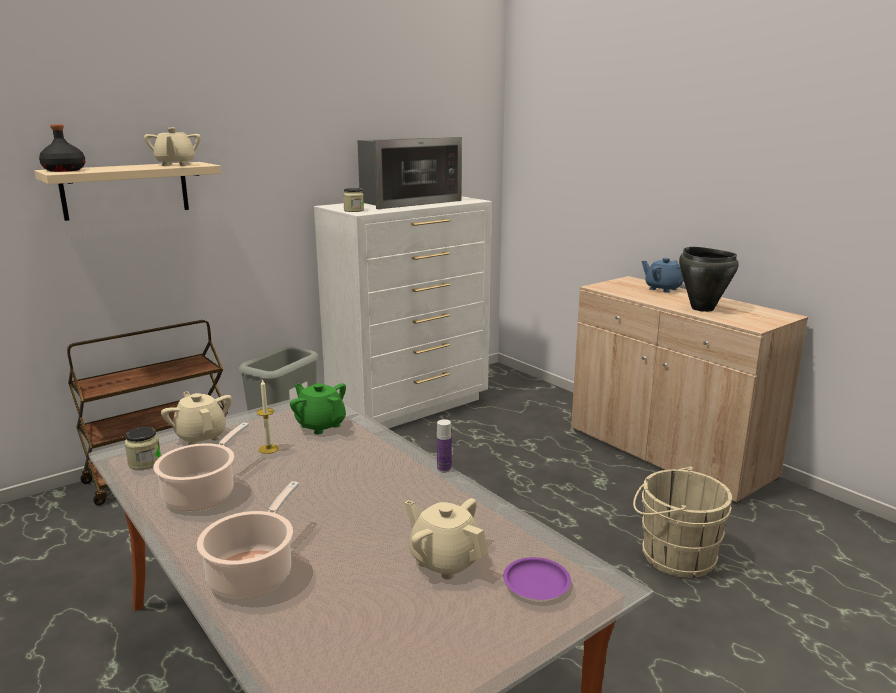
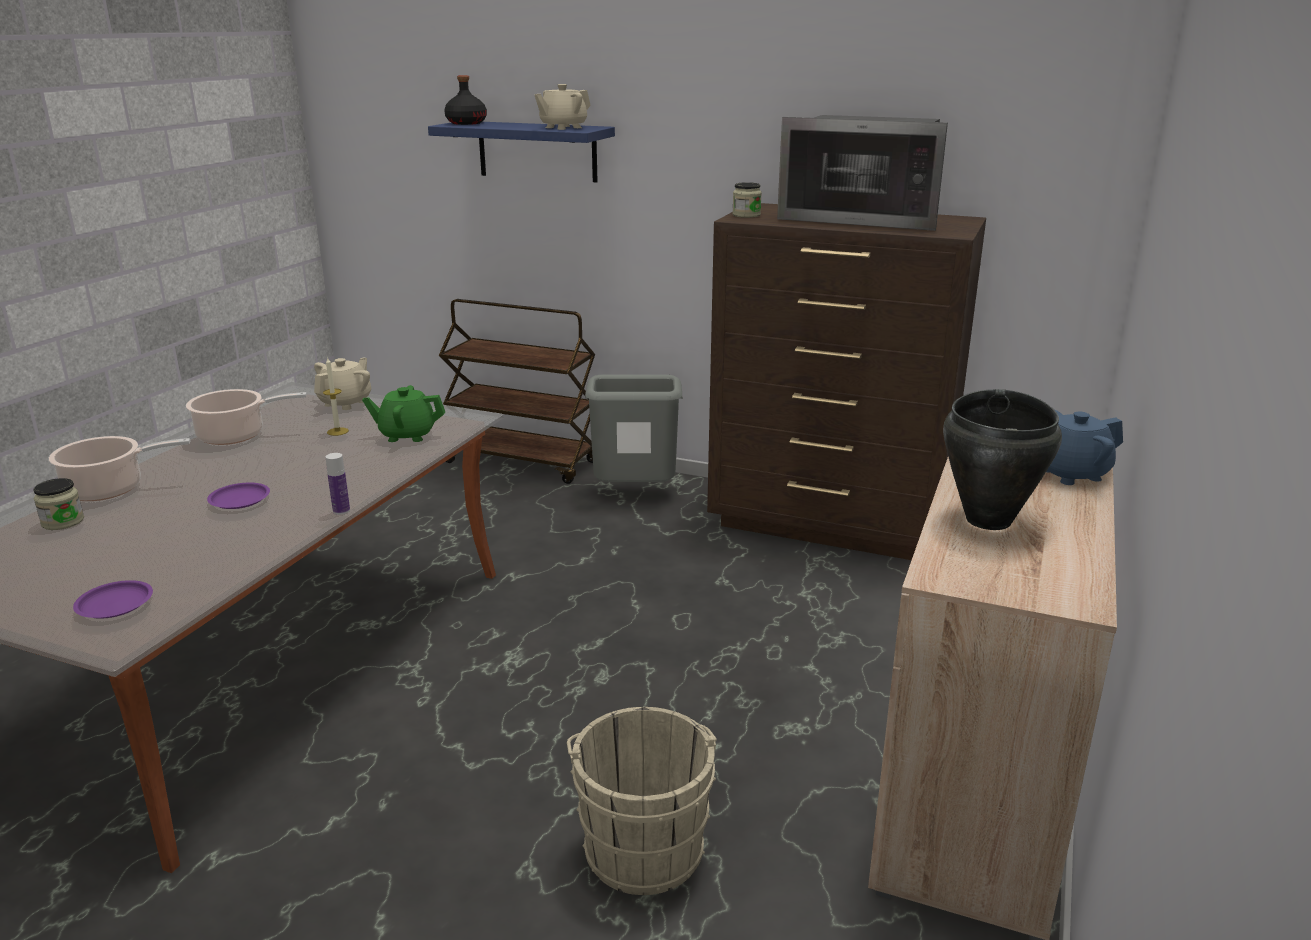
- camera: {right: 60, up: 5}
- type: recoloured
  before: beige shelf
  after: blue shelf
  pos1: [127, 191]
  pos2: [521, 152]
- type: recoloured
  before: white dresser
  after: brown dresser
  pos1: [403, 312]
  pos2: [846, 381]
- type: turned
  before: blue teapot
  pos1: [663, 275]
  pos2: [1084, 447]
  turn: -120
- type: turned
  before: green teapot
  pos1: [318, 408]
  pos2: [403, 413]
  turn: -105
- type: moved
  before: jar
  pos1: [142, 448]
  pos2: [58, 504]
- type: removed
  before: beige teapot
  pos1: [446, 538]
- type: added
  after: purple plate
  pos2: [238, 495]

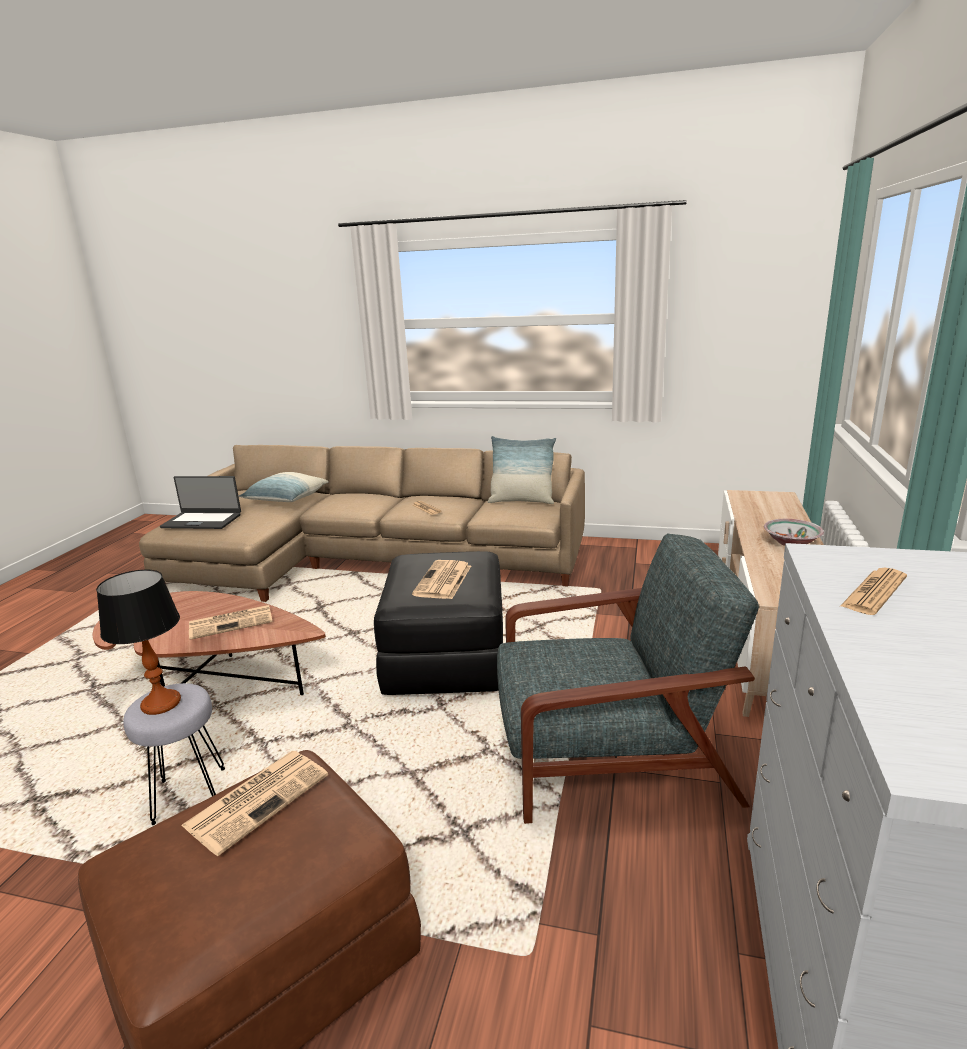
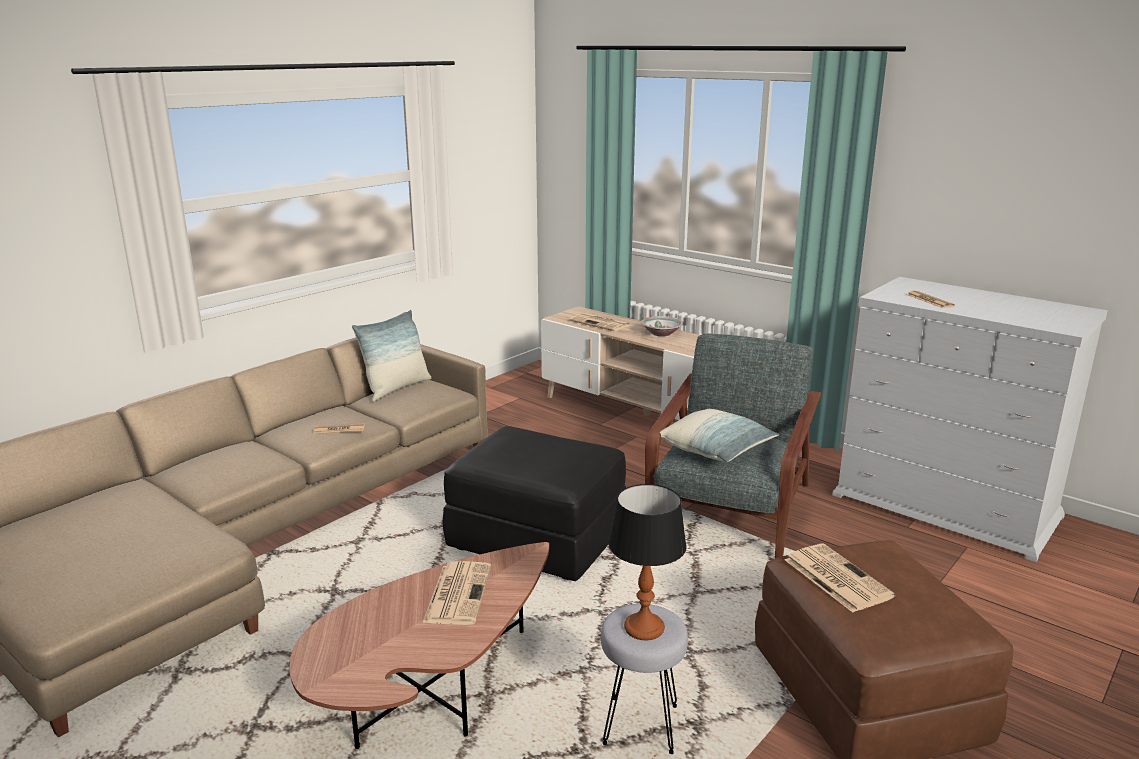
- camera: {right: -65, up: 0}
- type: moved
  before: pillow
  pos1: [284, 487]
  pos2: [719, 435]
- type: removed
  before: laptop
  pos1: [200, 502]
- type: moved
  before: newspaper
  pos1: [441, 579]
  pos2: [600, 322]

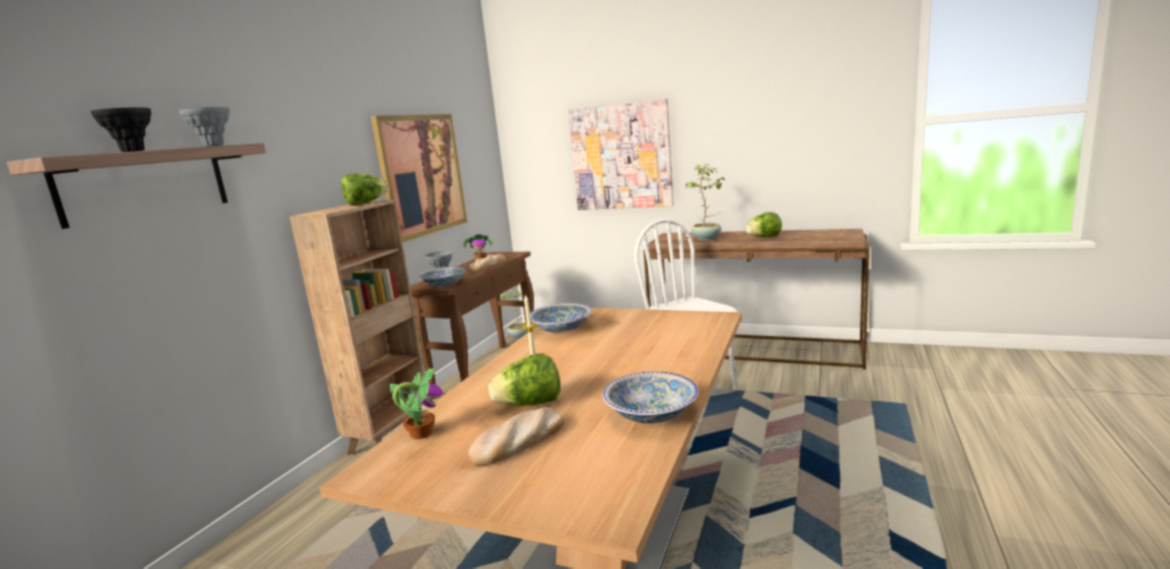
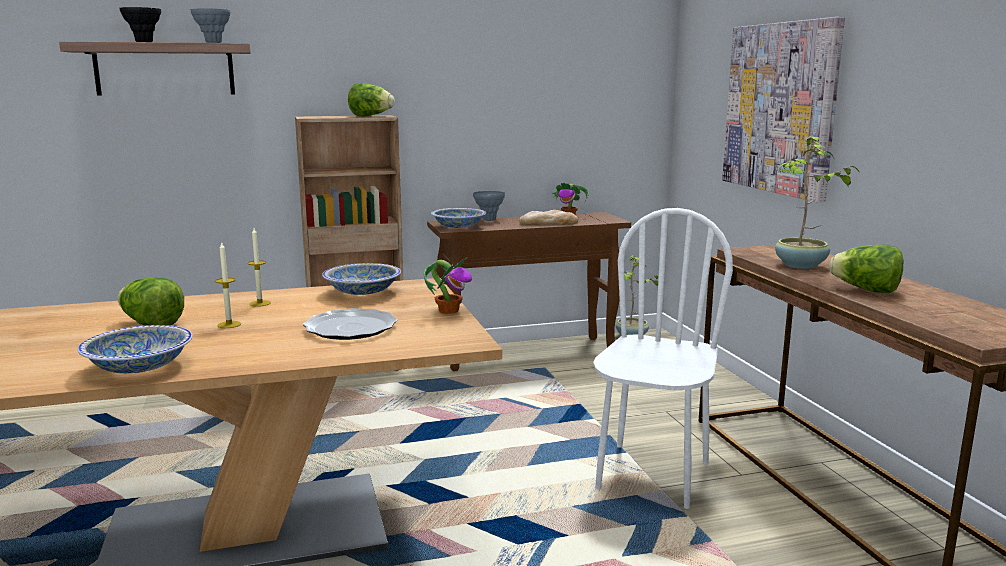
- camera: {right: 50, up: 0}
- type: removed
  before: picture
  pos1: [419, 178]
- type: moved
  before: potted plant
  pos1: [416, 403]
  pos2: [448, 285]
- type: removed
  before: bread
  pos1: [516, 436]
- type: added
  after: candle
  pos2: [228, 284]
- type: added
  after: plate
  pos2: [350, 324]

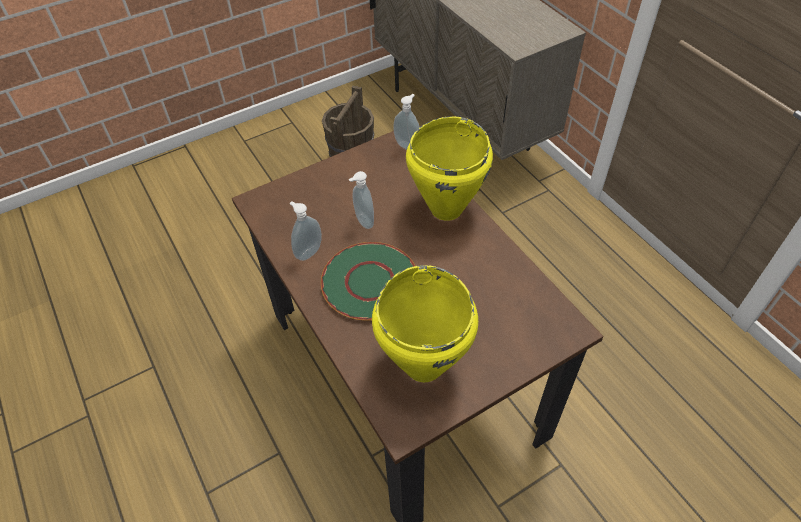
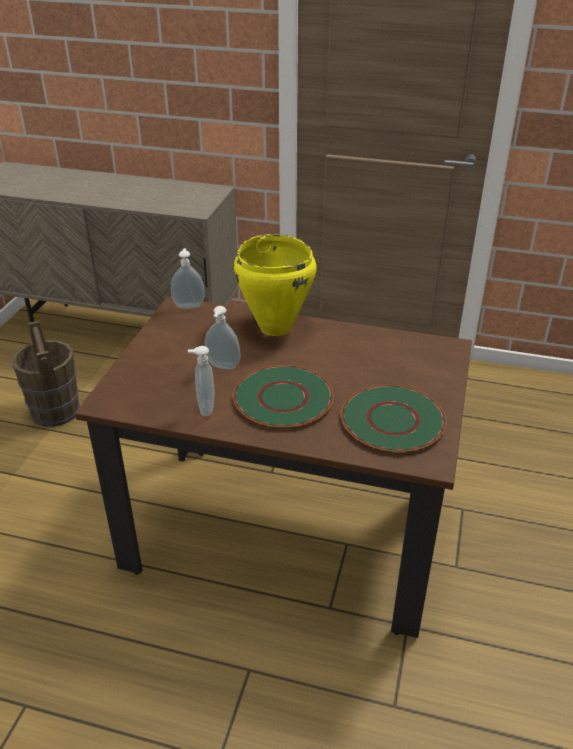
- camera: {right: -45, up: -15}
- type: replaced
  before: yellow cooking pot
  after: green plate
  pos1: [425, 323]
  pos2: [393, 418]

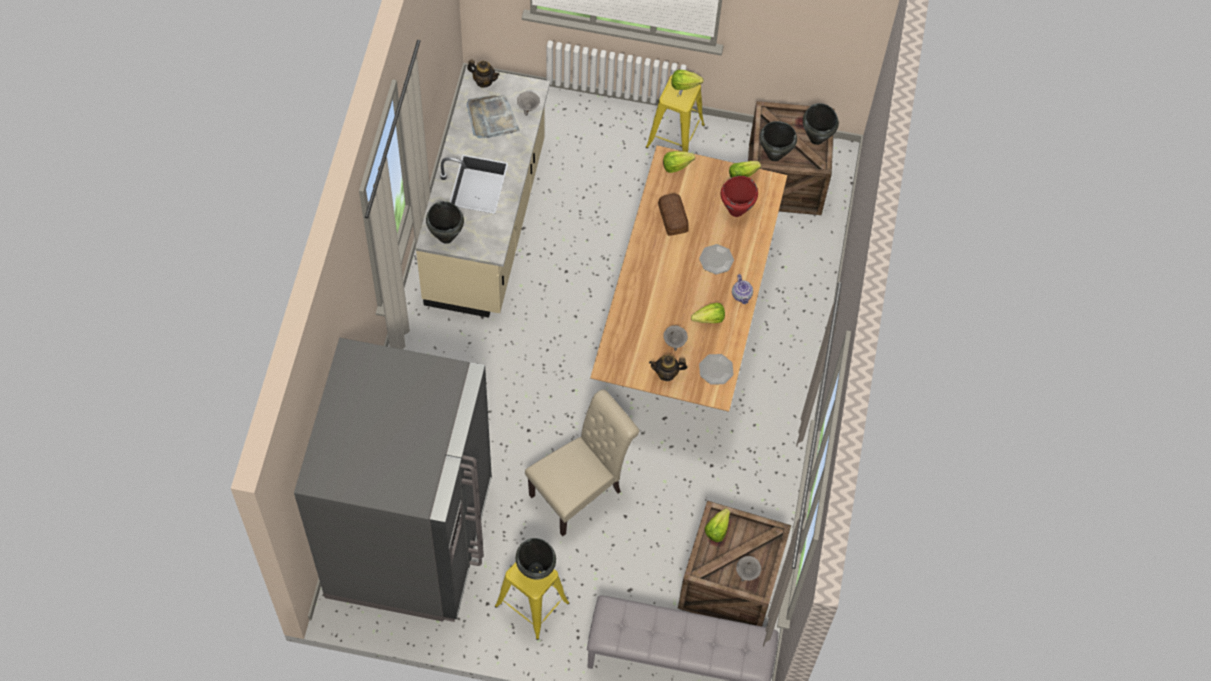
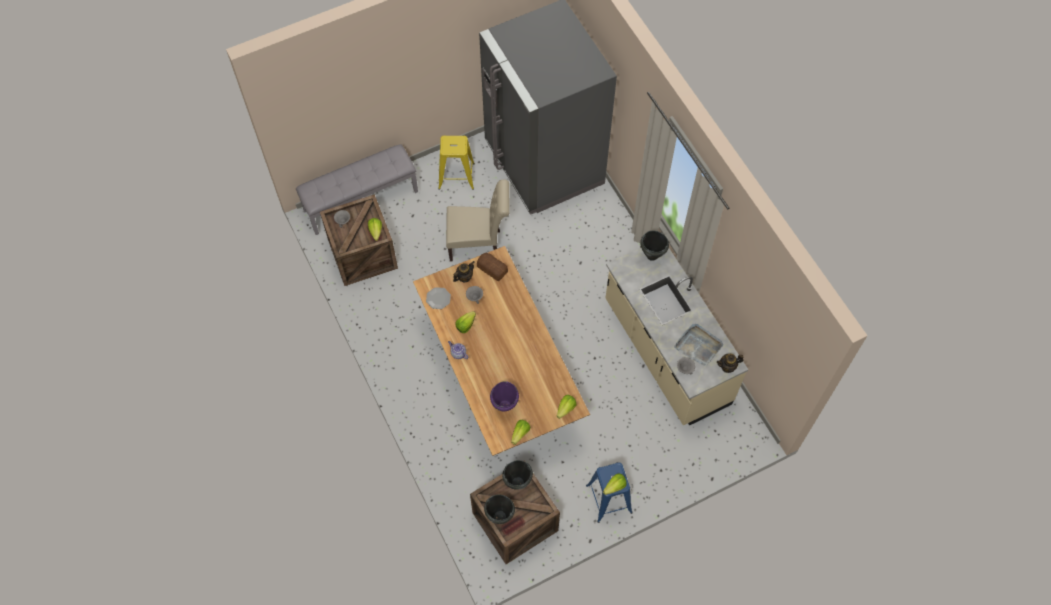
- camera: {right: 145, up: 0}
- type: recoloured
  before: yellow stool
  after: blue stool
  pos1: [675, 113]
  pos2: [609, 492]
- type: recoloured
  before: red cooking pot
  after: purple cooking pot
  pos1: [739, 196]
  pos2: [504, 396]
- type: moved
  before: bread
  pos1: [673, 215]
  pos2: [492, 267]
- type: removed
  before: plate
  pos1: [716, 259]
- type: turned
  before: beige chair
  pos1: [582, 462]
  pos2: [478, 220]
  turn: -105
- type: removed
  before: black cooking pot
  pos1: [536, 558]

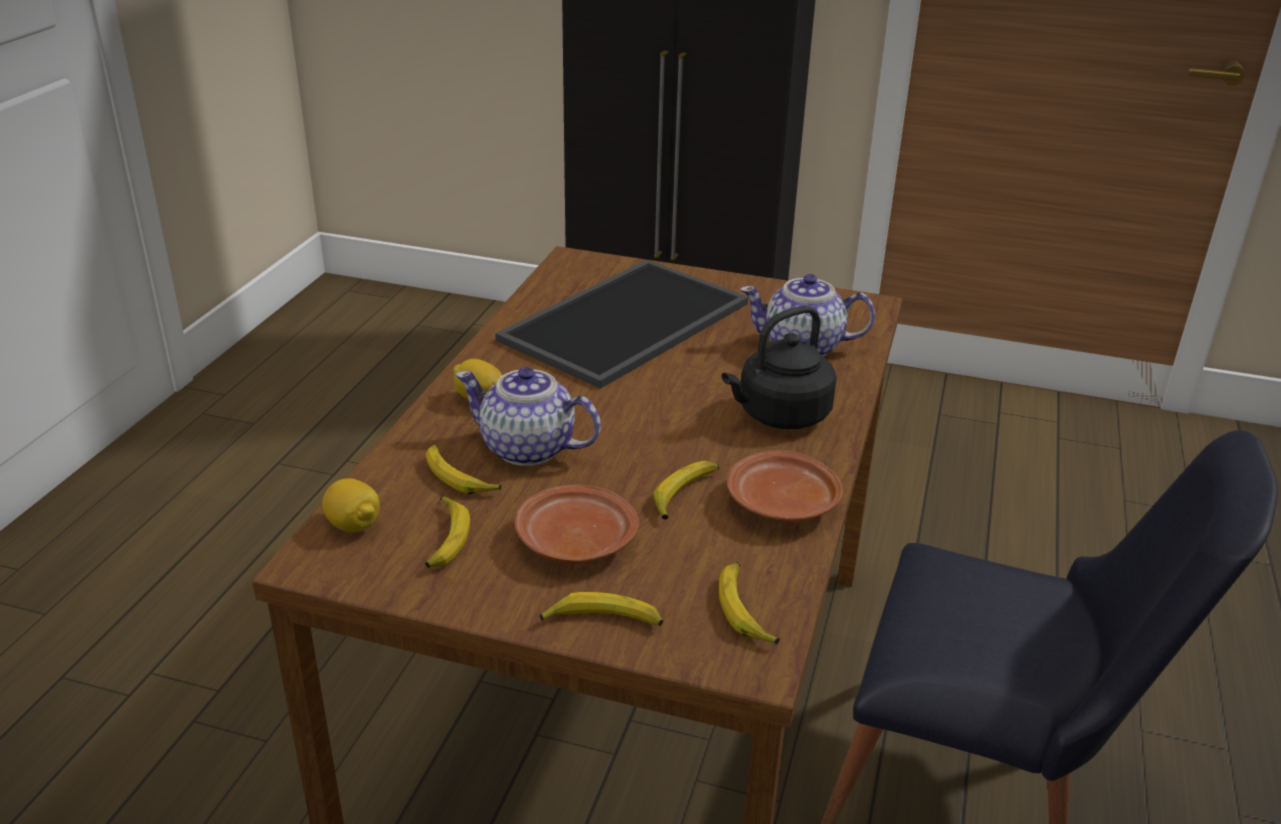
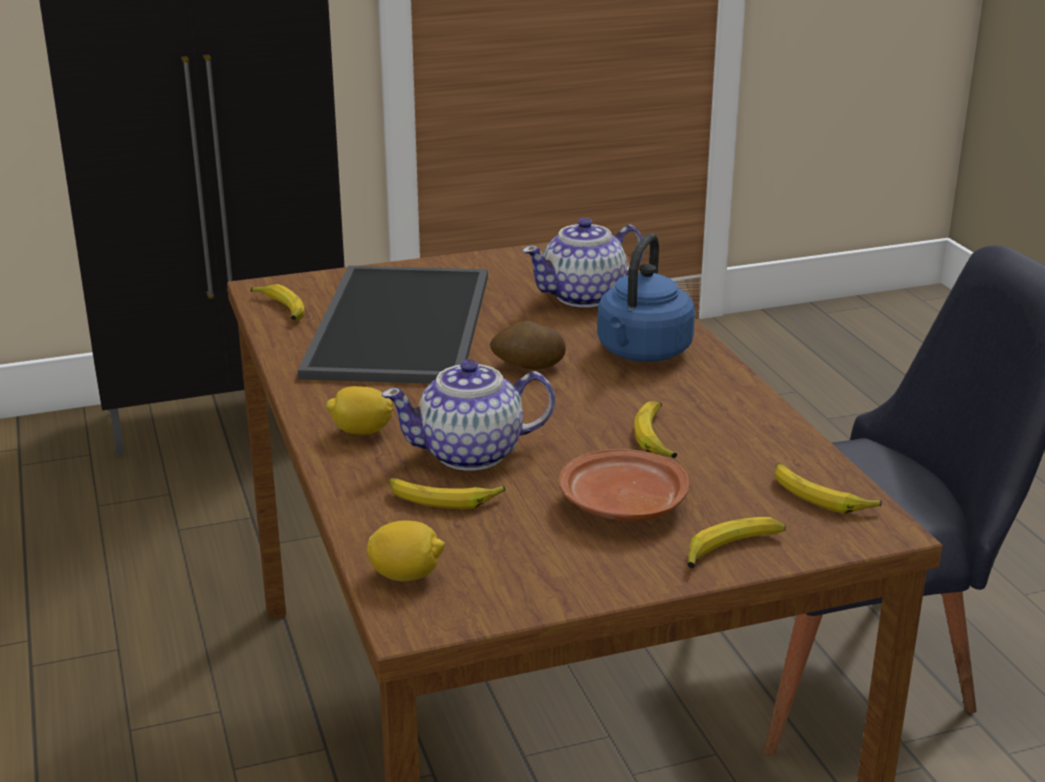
- camera: {right: -35, up: -5}
- type: recoloured
  before: black kettle
  after: blue kettle
  pos1: [779, 367]
  pos2: [646, 297]
- type: removed
  before: brown plate
  pos1: [785, 486]
- type: moved
  before: banana
  pos1: [447, 532]
  pos2: [278, 302]
- type: added
  after: potato
  pos2: [528, 345]

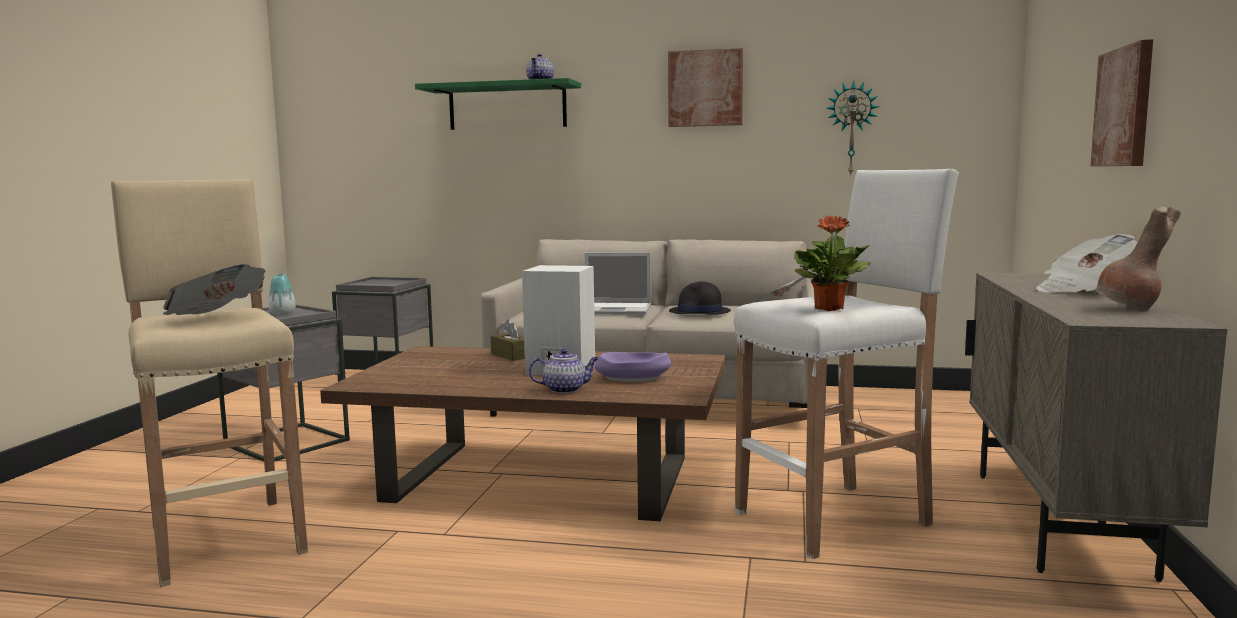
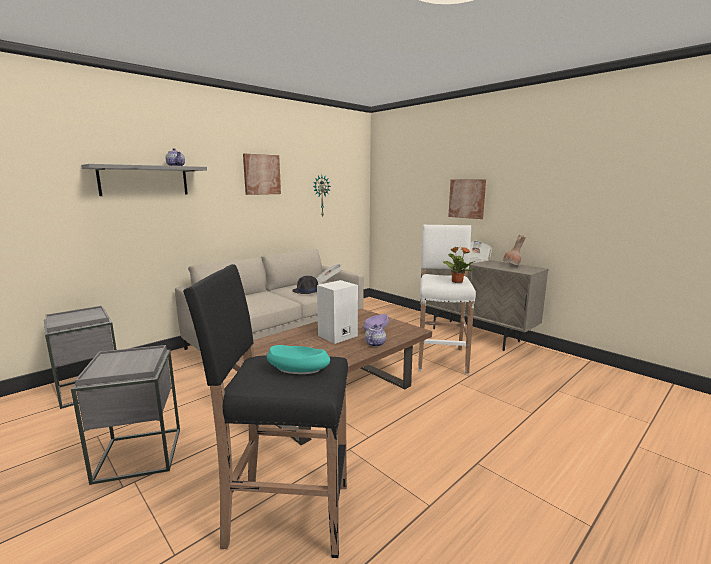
- camera: {right: -55, up: 5}
- type: recoloured
  before: green shelf
  after: grey shelf
  pos1: [498, 104]
  pos2: [144, 180]
- type: recoloured
  before: beige stool
  after: black stool
  pos1: [209, 383]
  pos2: [265, 411]
- type: removed
  before: laptop
  pos1: [617, 283]
- type: replaced
  before: newspaper
  after: turquoise bowl
  pos1: [214, 289]
  pos2: [298, 359]
- type: removed
  before: vase
  pos1: [282, 294]
- type: removed
  before: brown tissue box
  pos1: [508, 340]

